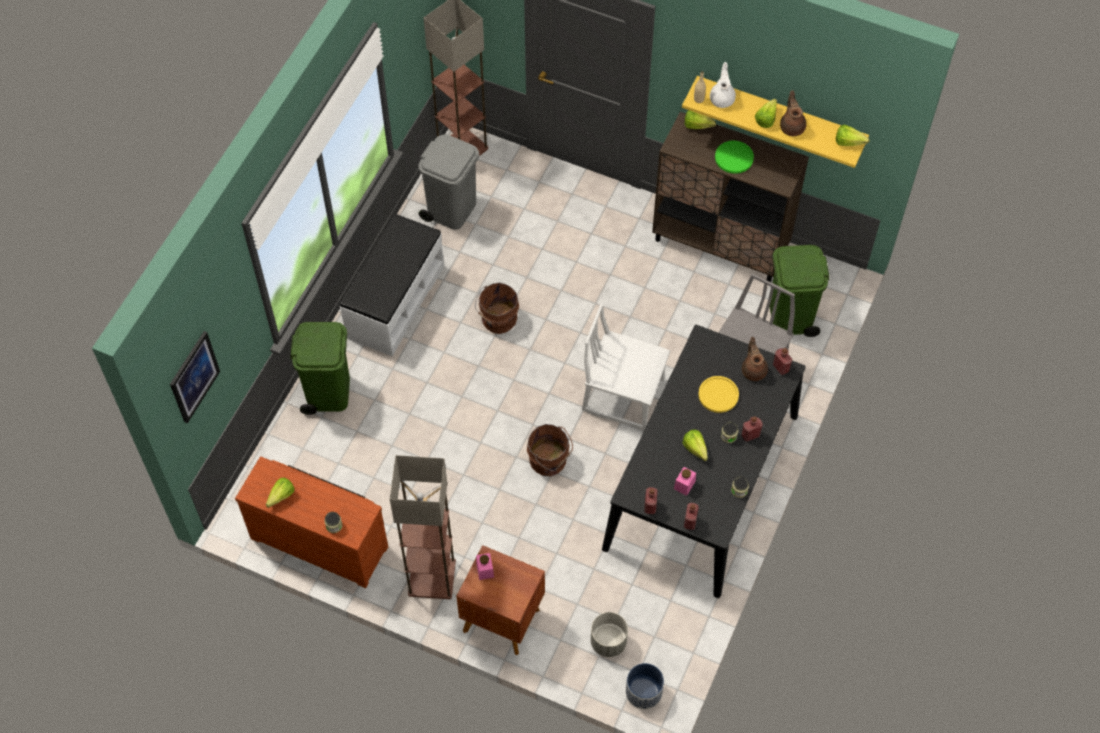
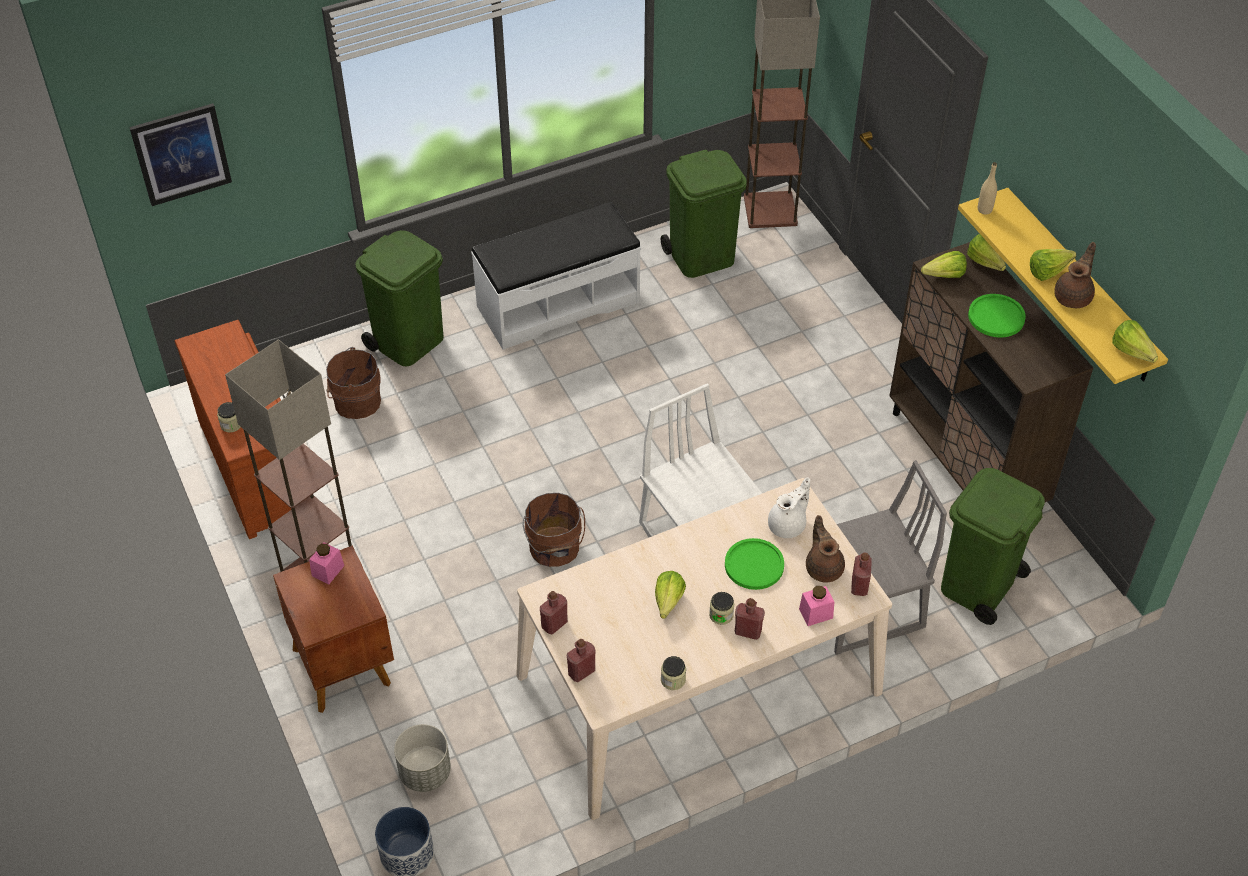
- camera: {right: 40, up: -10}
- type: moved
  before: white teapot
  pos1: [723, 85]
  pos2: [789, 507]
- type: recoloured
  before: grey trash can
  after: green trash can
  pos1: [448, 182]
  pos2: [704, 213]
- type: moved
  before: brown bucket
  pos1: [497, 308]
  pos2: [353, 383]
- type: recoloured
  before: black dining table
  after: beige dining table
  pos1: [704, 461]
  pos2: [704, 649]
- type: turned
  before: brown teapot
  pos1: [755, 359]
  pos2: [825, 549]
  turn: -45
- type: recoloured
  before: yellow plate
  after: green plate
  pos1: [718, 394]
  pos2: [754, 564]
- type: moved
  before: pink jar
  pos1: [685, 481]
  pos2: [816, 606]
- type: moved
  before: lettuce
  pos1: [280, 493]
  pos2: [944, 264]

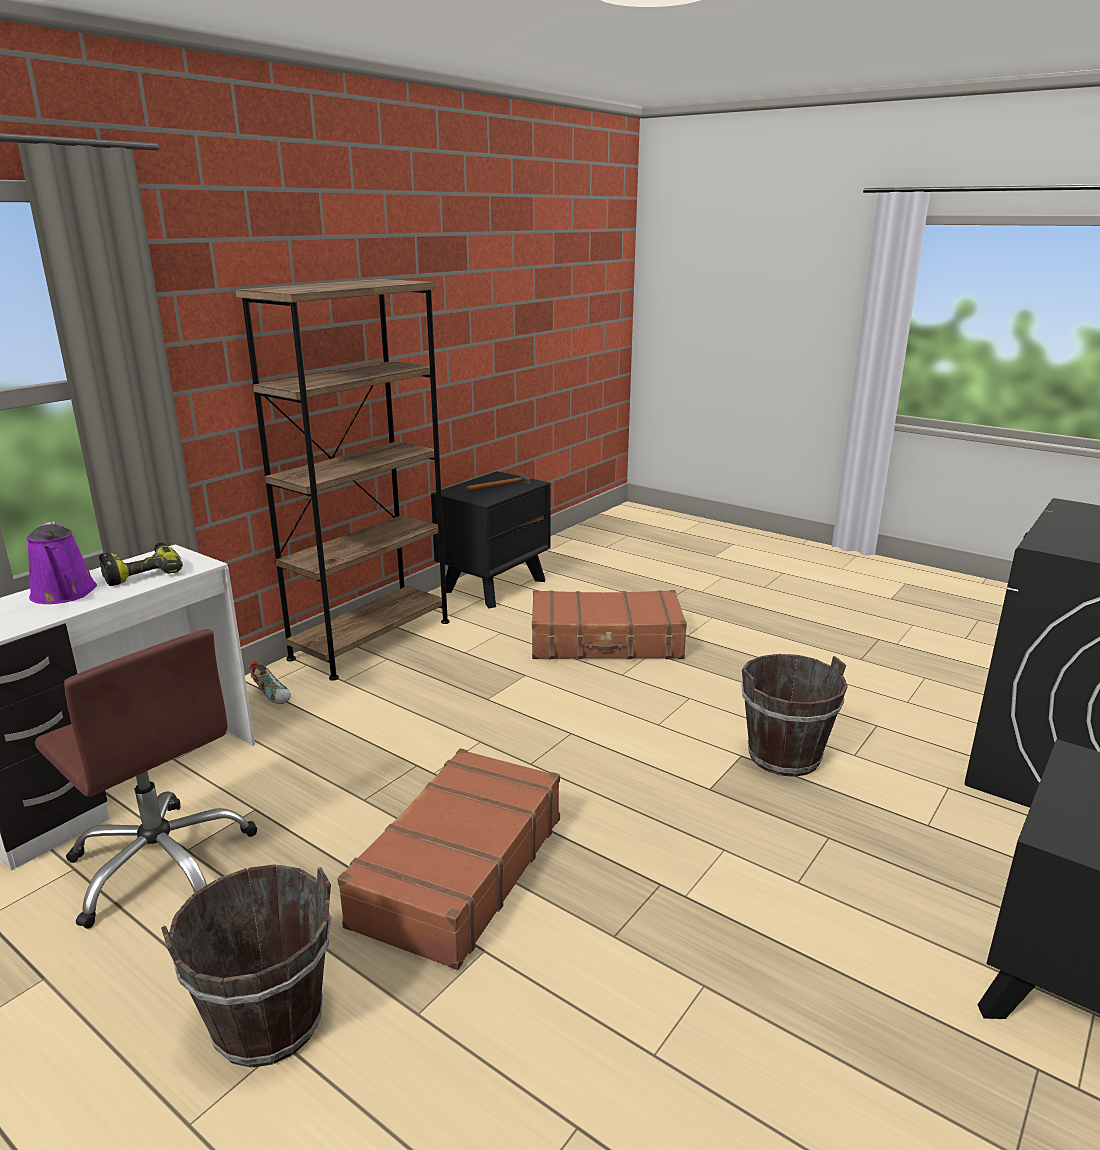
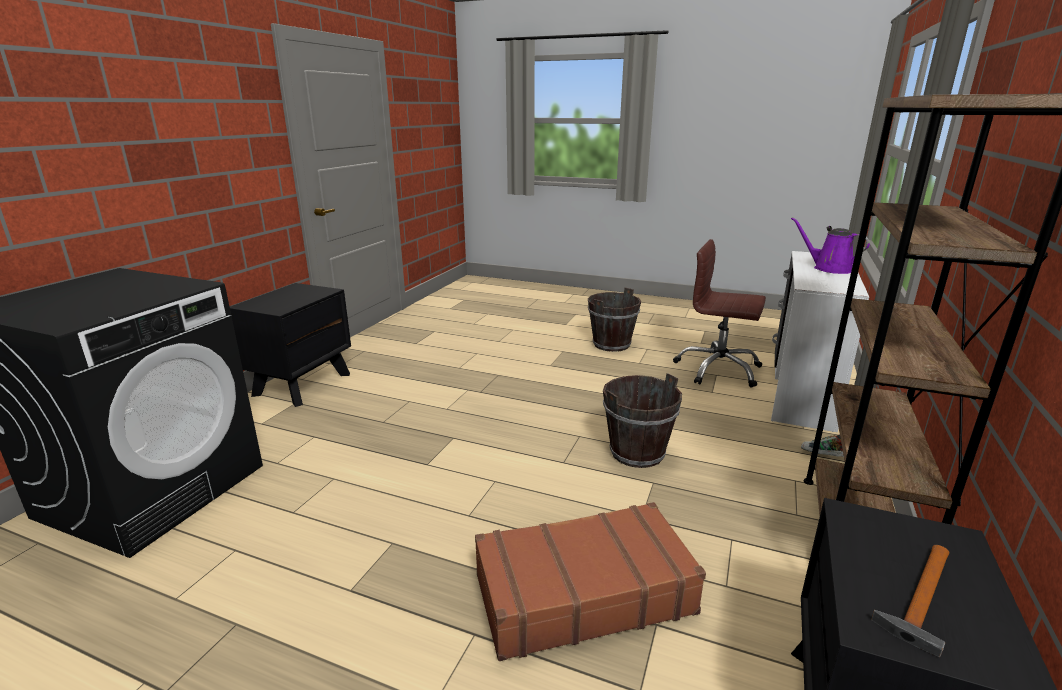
- camera: {right: 165, up: 0}
- type: removed
  before: power drill
  pos1: [141, 564]
- type: moved
  before: brown bucket
  pos1: [794, 715]
  pos2: [642, 420]
- type: removed
  before: brown suitcase
  pos1: [448, 859]

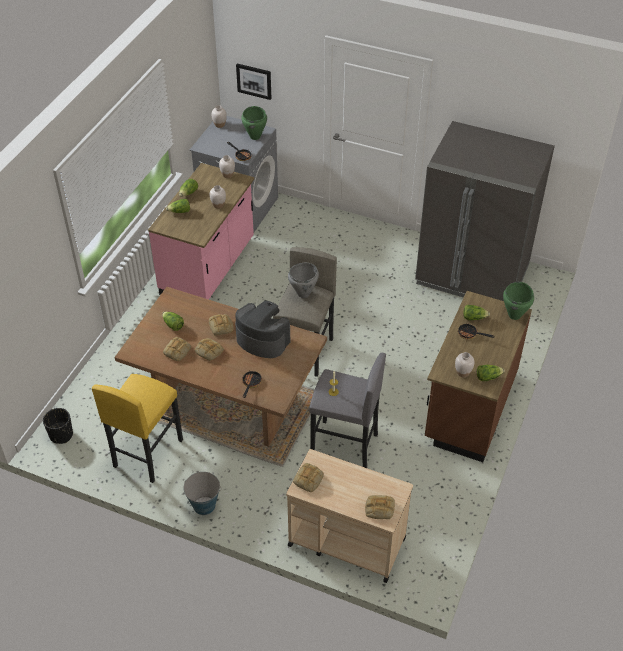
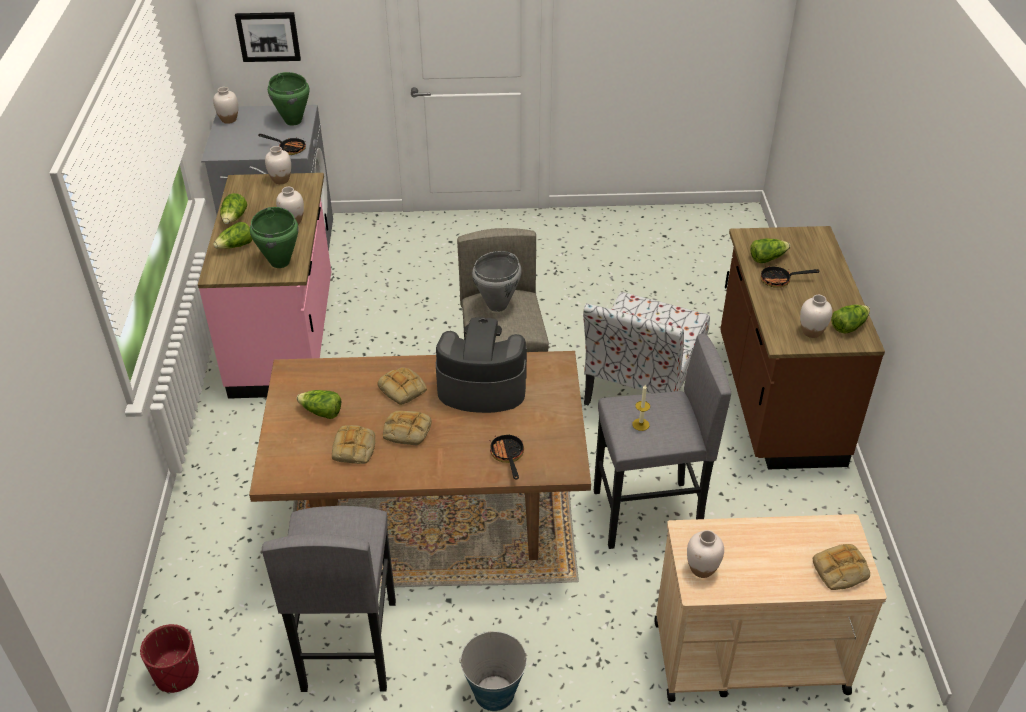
- camera: {right: -25, up: -5}
- type: removed
  before: grey fridge
  pos1: [485, 211]
- type: moved
  before: green cooking pot
  pos1: [518, 301]
  pos2: [274, 237]
- type: recoloured
  before: yellow stool
  after: grey stool
  pos1: [137, 428]
  pos2: [329, 599]
- type: recoloured
  before: black planter
  after: red planter
  pos1: [58, 426]
  pos2: [169, 658]
- type: replaced
  before: bread
  after: white vase
  pos1: [308, 477]
  pos2: [705, 554]
- type: added
  after: chair
  pos2: [646, 349]

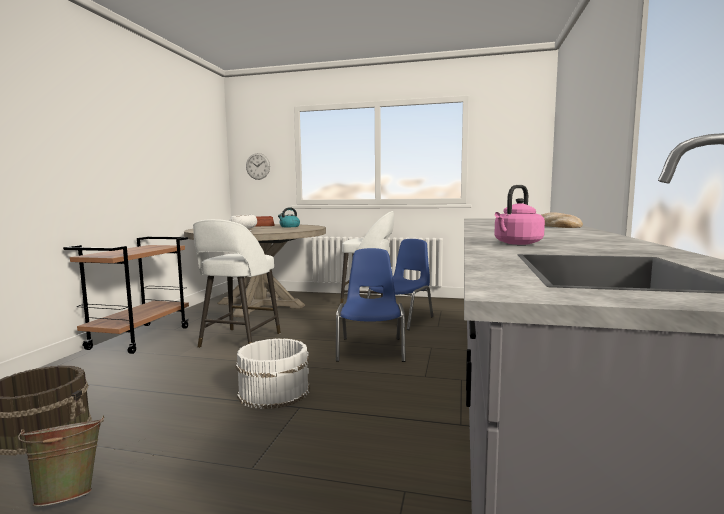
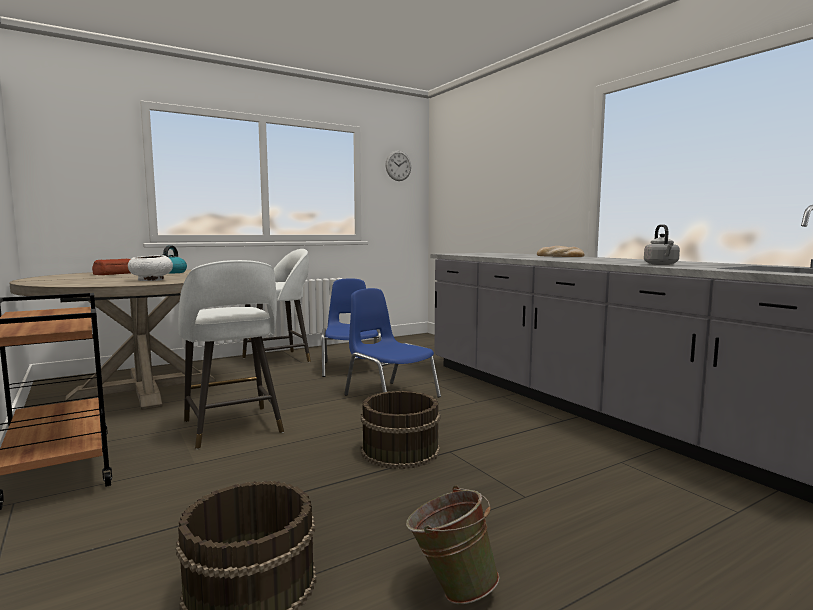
- camera: {right: -45, up: 0}
- type: moved
  before: wall clock
  pos1: [258, 166]
  pos2: [398, 166]
- type: recoloured
  before: pink kettle
  after: grey kettle
  pos1: [519, 215]
  pos2: [662, 244]
- type: recoloured
  before: white bucket
  after: brown bucket
  pos1: [273, 373]
  pos2: [400, 430]

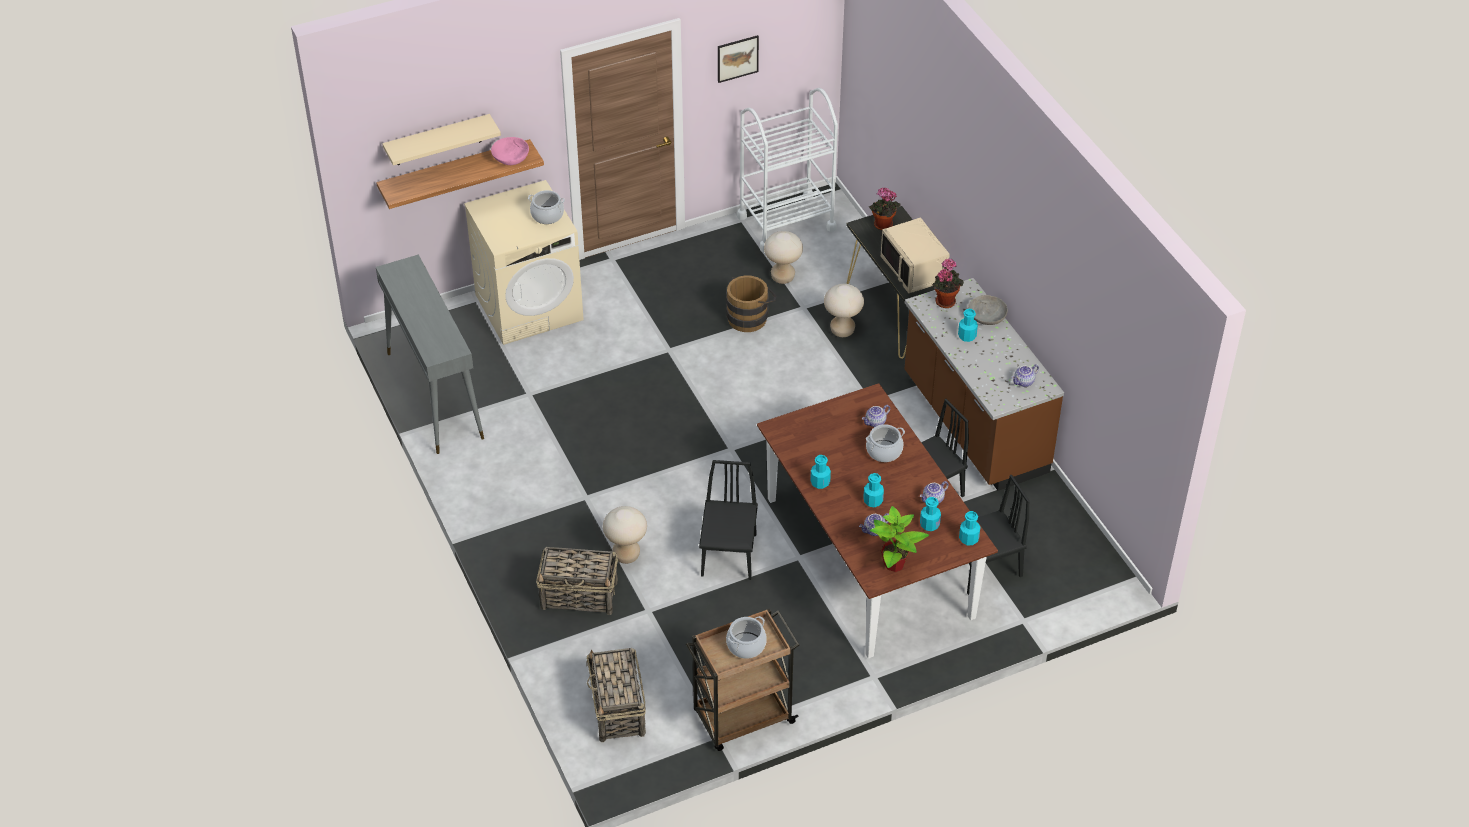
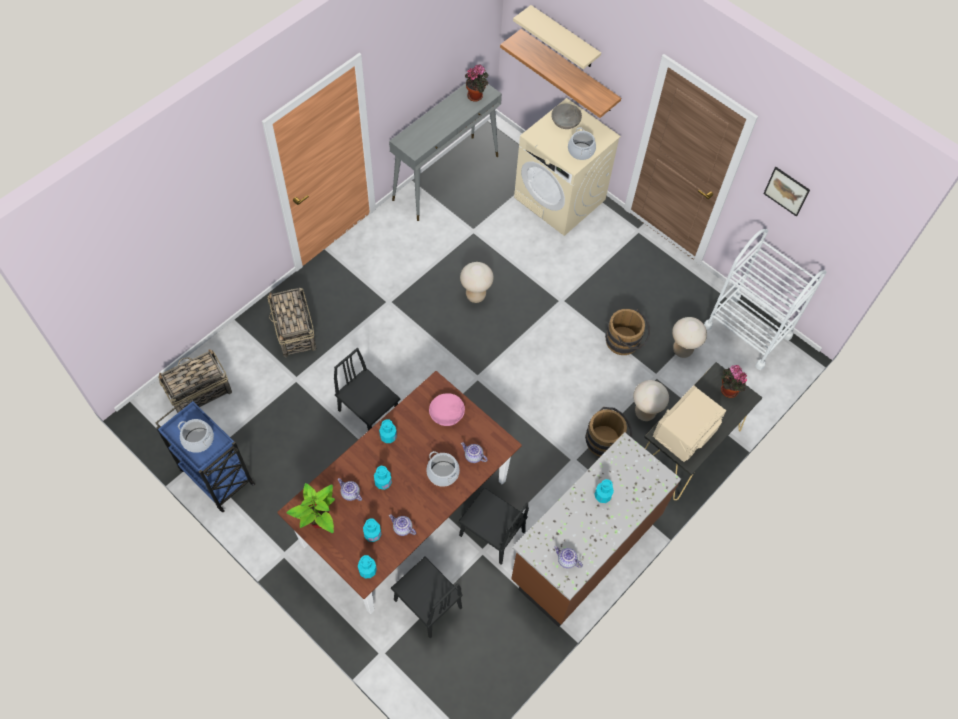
- camera: {right: 65, up: 15}
- type: moved
  before: pink bowl
  pos1: [510, 151]
  pos2: [447, 409]
- type: moved
  before: potted plant
  pos1: [948, 283]
  pos2: [476, 83]
- type: moved
  before: grey bowl
  pos1: [988, 310]
  pos2: [566, 116]
- type: turned
  before: black chair
  pos1: [728, 520]
  pos2: [367, 389]
  turn: -120
- type: moved
  before: beige stool
  pos1: [625, 535]
  pos2: [477, 282]
- type: recoloured
  before: brown cart
  after: blue cart
  pos1: [742, 679]
  pos2: [205, 455]
- type: added
  after: brown bucket
  pos2: [608, 432]

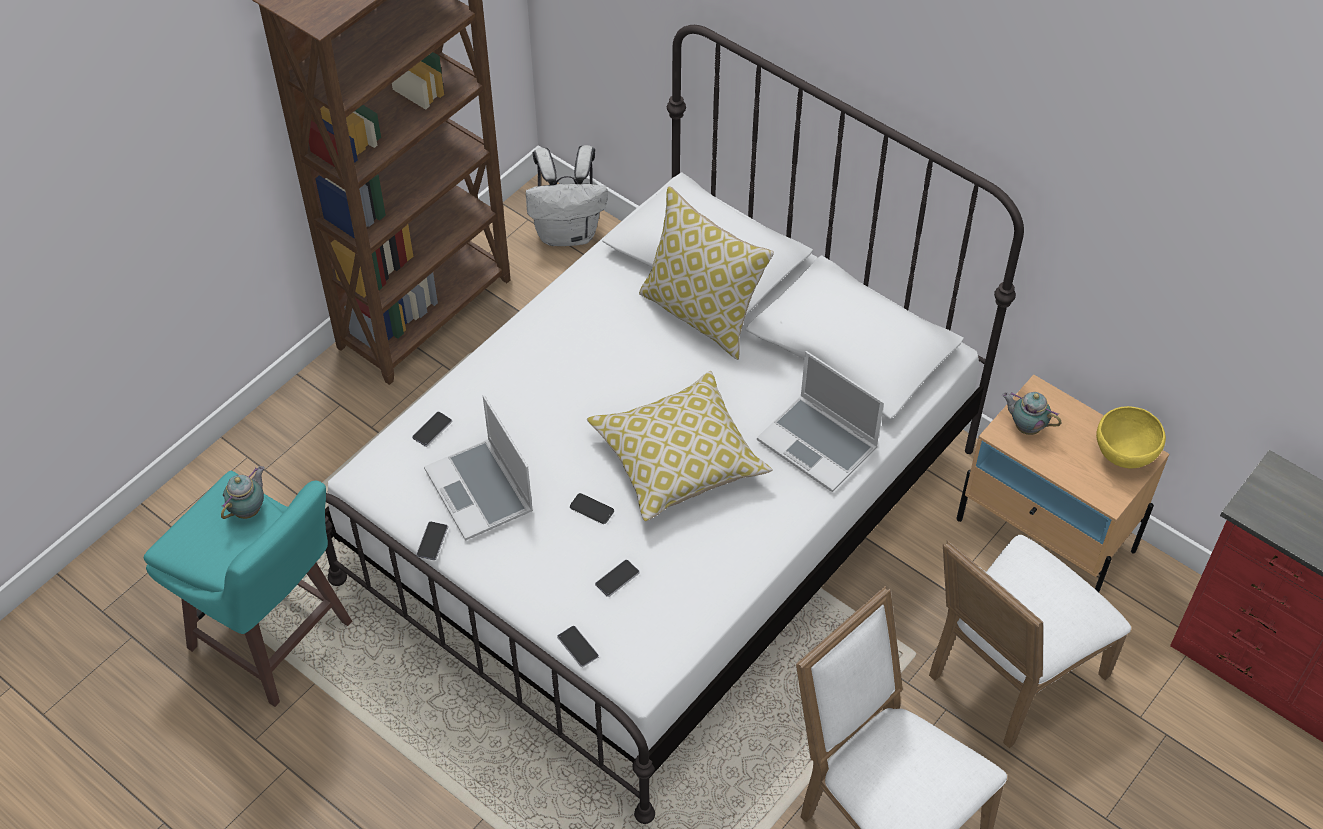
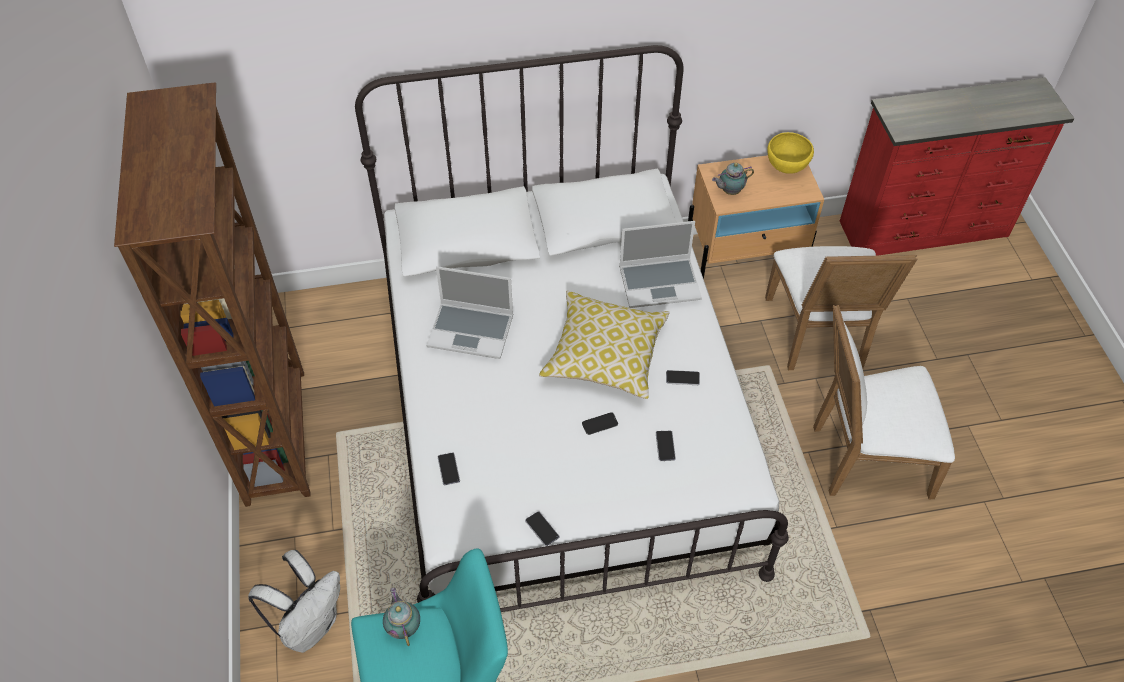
- camera: {right: -50, up: 0}
- type: moved
  before: white backpack
  pos1: [567, 195]
  pos2: [294, 601]
- type: removed
  before: pillow
  pos1: [706, 273]
- type: moved
  before: laptop
  pos1: [478, 468]
  pos2: [469, 312]
- type: moved
  before: phone
  pos1: [578, 646]
  pos2: [683, 377]

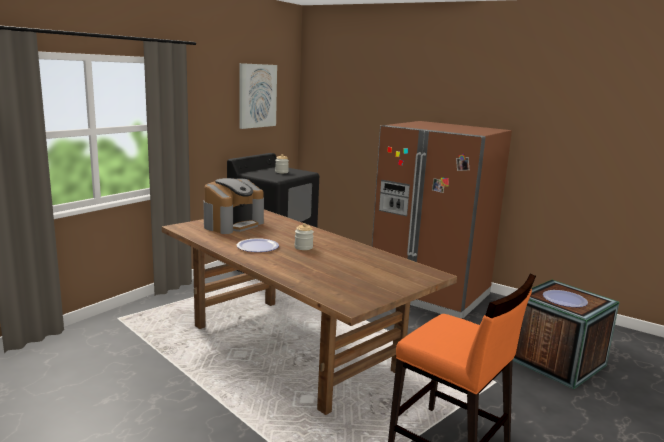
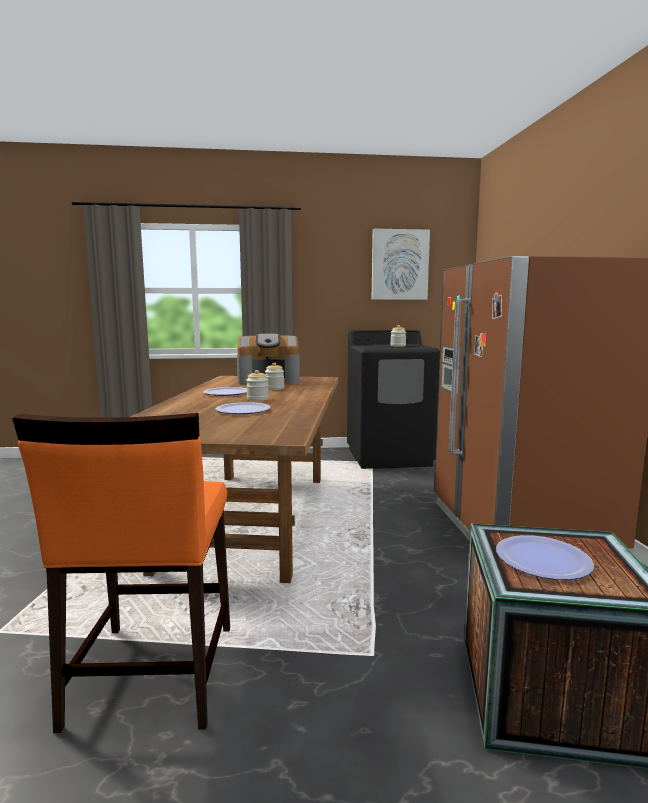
- camera: {right: 50, up: -5}
- type: added
  after: jar
  pos2: [274, 376]
- type: added
  after: plate
  pos2: [243, 408]

